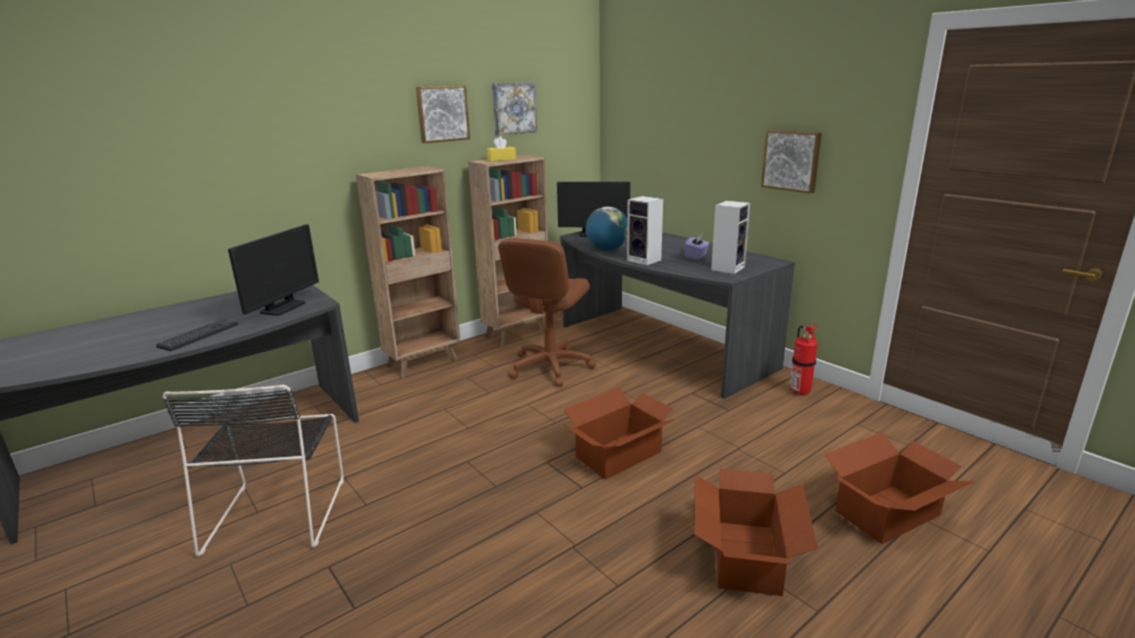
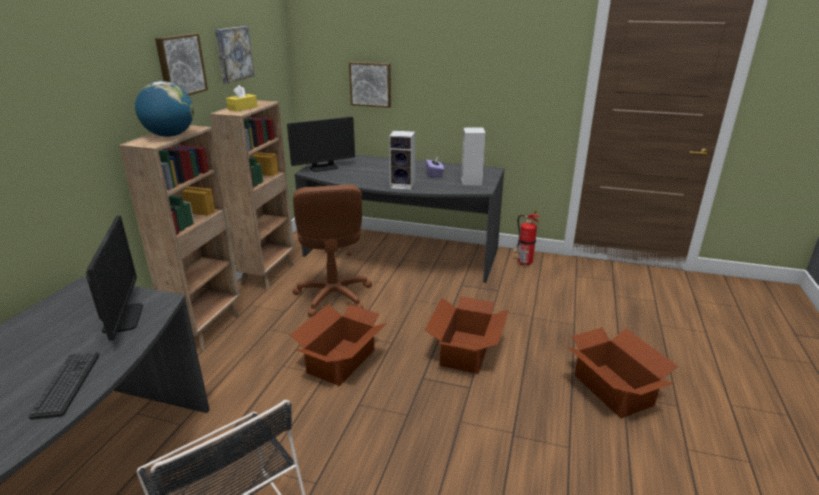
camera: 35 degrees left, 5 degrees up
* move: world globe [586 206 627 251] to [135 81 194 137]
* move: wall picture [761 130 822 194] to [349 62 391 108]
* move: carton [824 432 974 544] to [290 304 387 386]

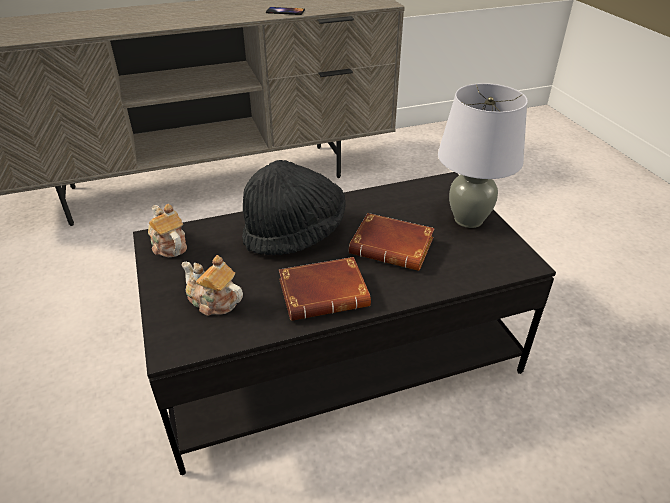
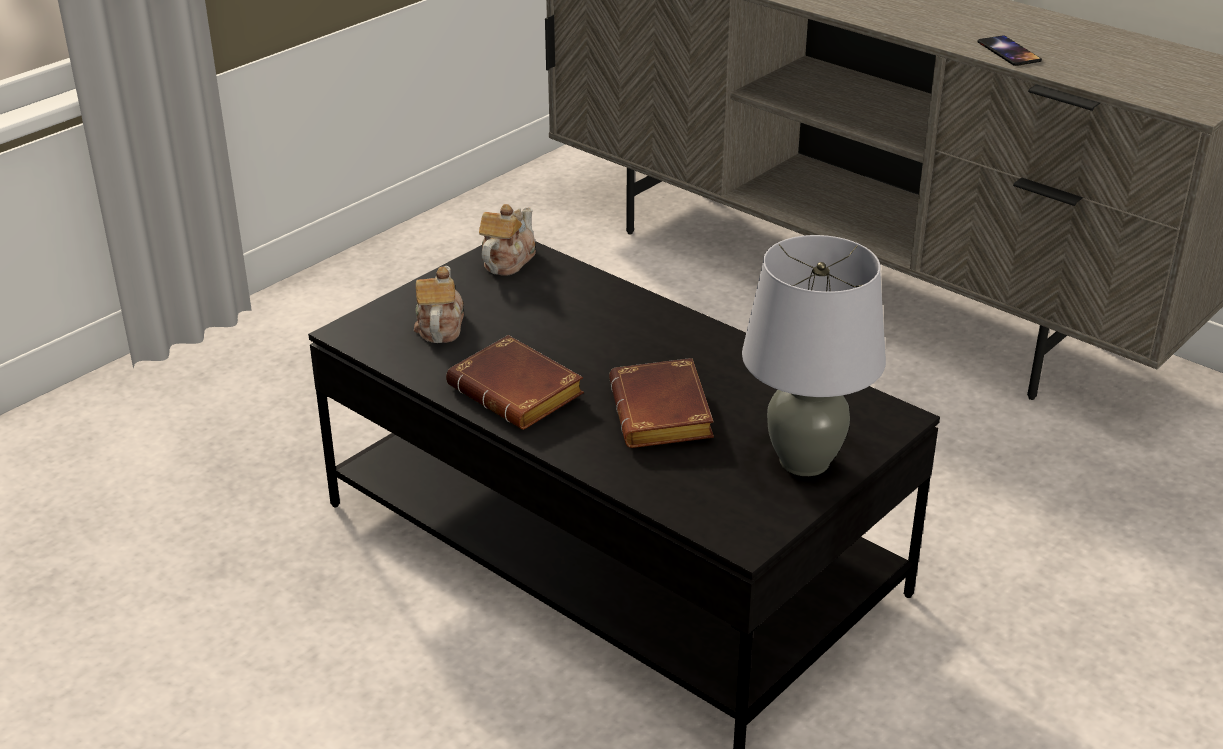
camera: 60 degrees right, 5 degrees down
* delete: clothing hat/black-coloured [242 160 346 255]

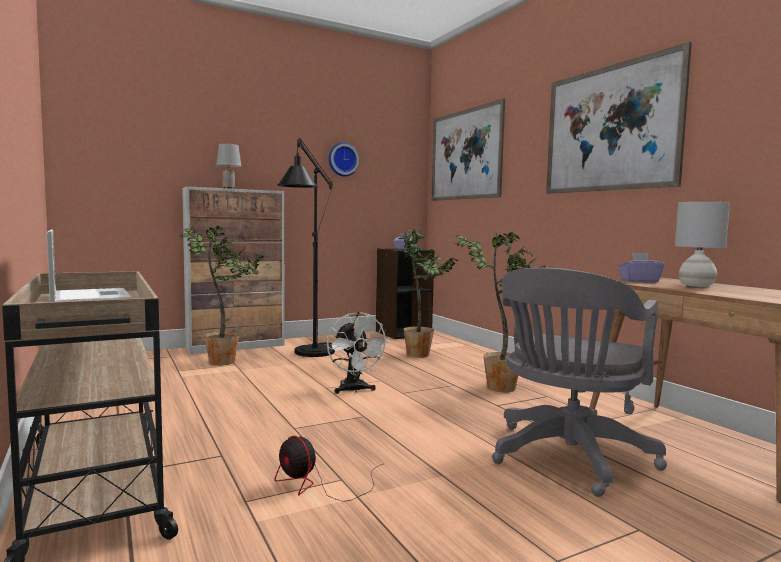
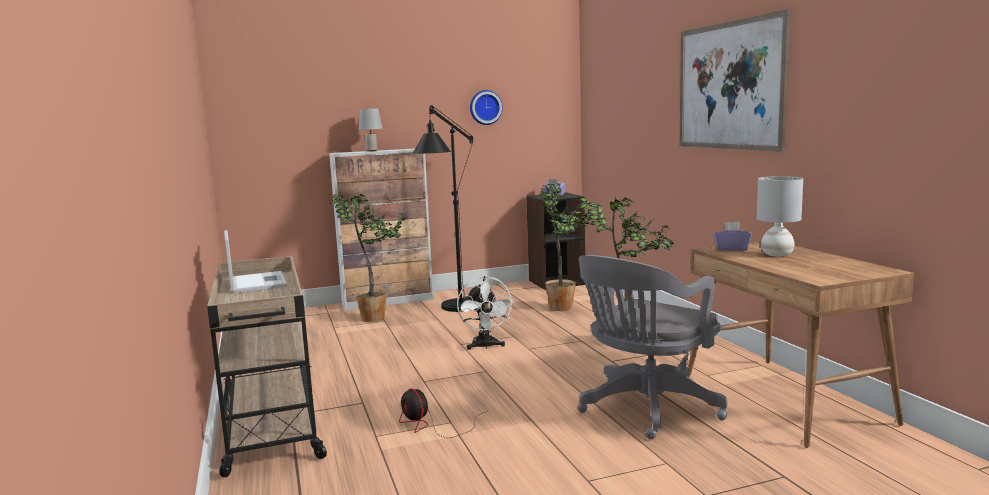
camera: 10 degrees right, 5 degrees up
* delete: wall picture [431 98 505 201]

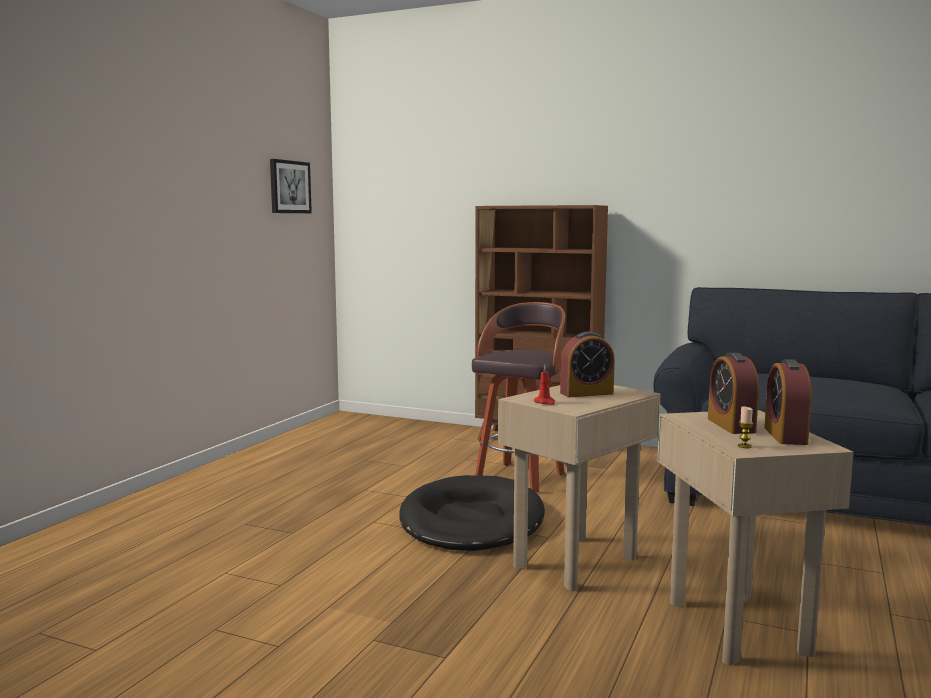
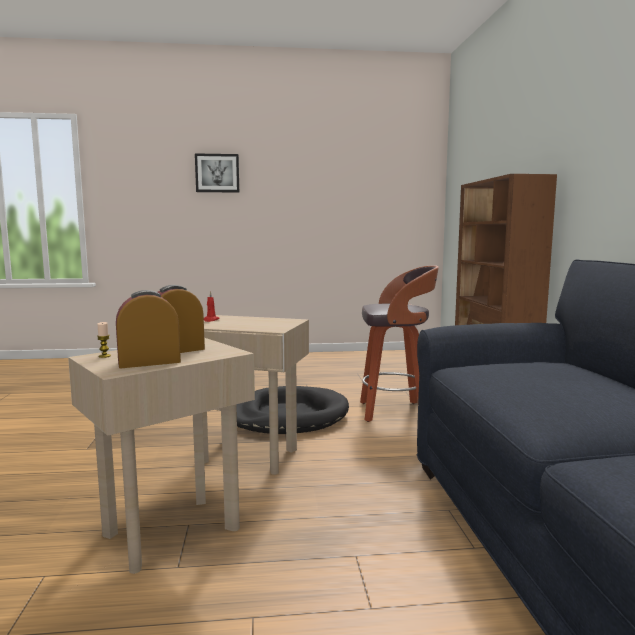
camera: 60 degrees right, 0 degrees up
* delete: table clock [560 332 615 397]
* move: wall picture [270 159 312 213] to [195 153 239 192]

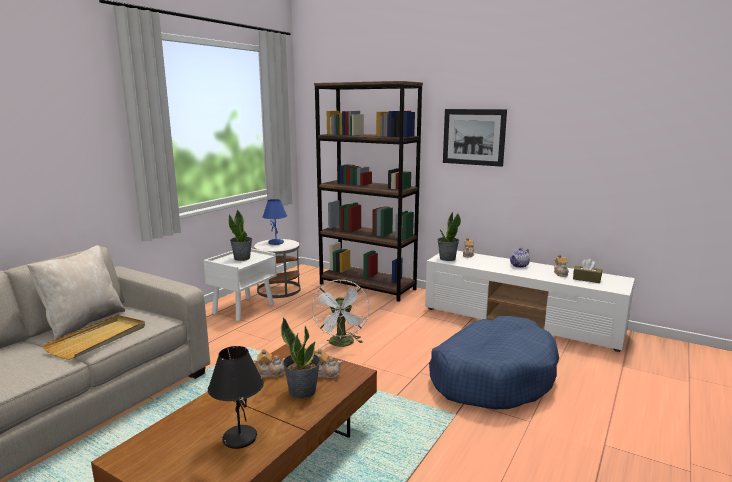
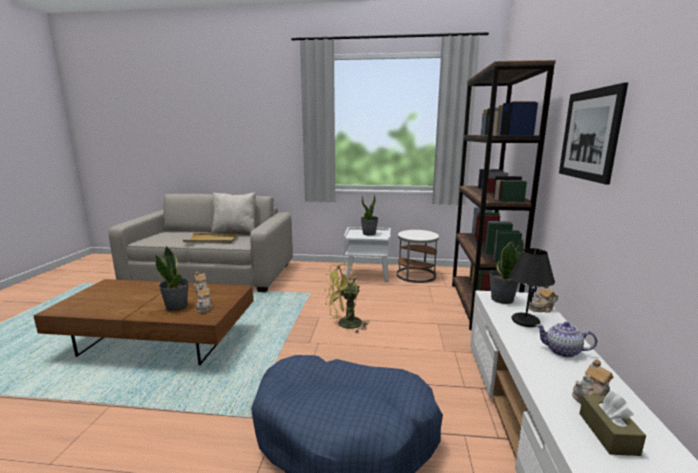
camera: 65 degrees right, 0 degrees up
* delete: tabletop lamp/blue [263 199 287 245]
* move: tabletop lamp/black-coloured [208 346 264 449] to [509 248 555 327]
* recolor: fan/whitish [312 279 370 347] to fan/yellowish [323 263 370 333]

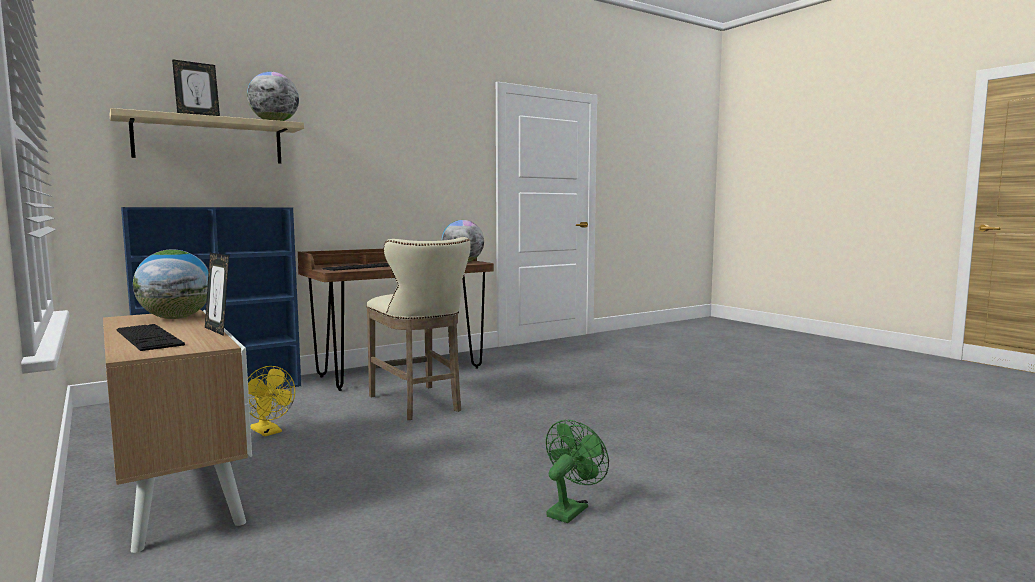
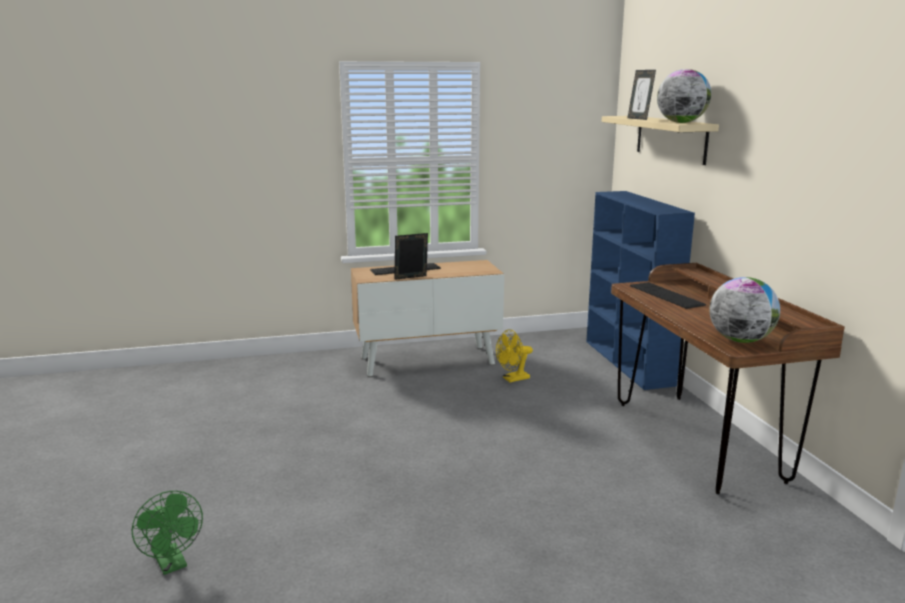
camera: 110 degrees right, 10 degrees up
* delete: world globe [133 249 209 319]
* delete: sitting stool/sand-coloured [366 237 470 420]
* move: fan/greenish [546 420 609 523] to [132 491 203 575]

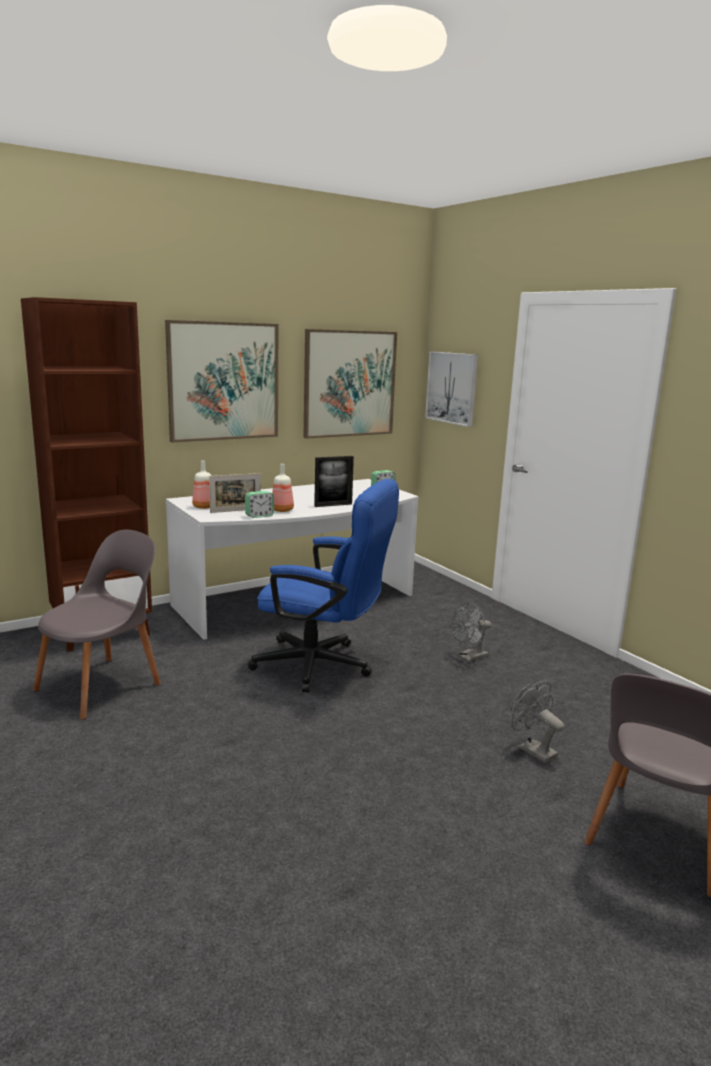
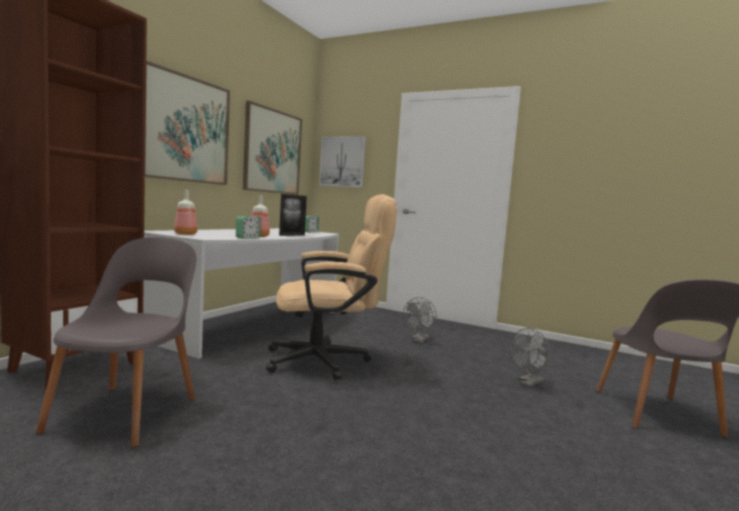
camera: 30 degrees left, 10 degrees down
* delete: photo frame [209 473 261 513]
* recolor: desk chair/blue [248 479 399 693] to desk chair/sand-coloured [266 194 397 380]
* rotate: fan/gray [510 681 565 763] = [509 328 550 387] 60 degrees counterclockwise

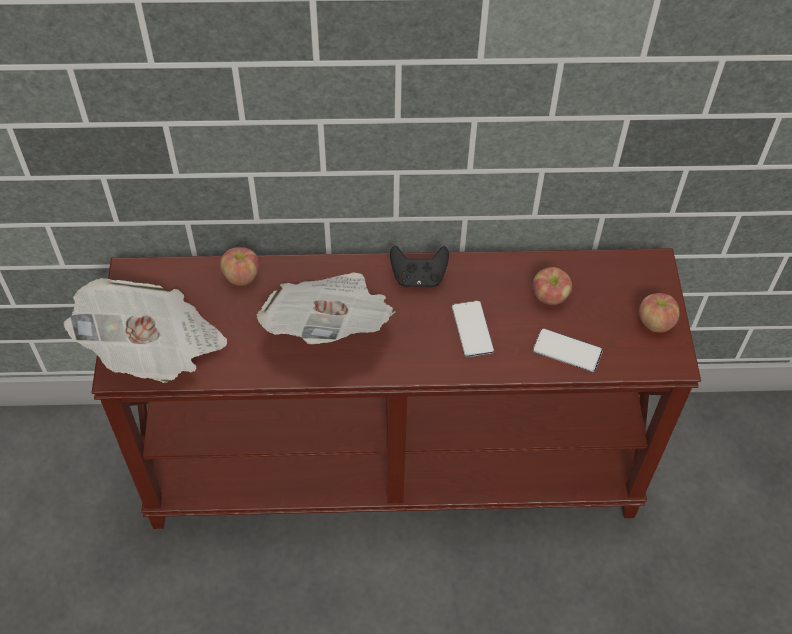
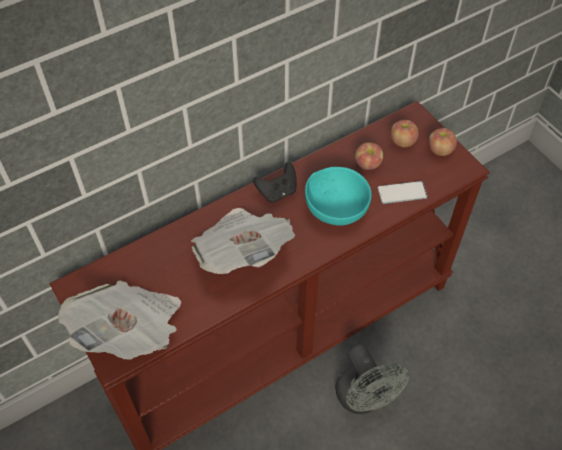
camera: 30 degrees left, 0 degrees up
* insert: fan/gray [335 345 409 414]
* move: apple fruit [220 247 259 286] to [390 120 419 147]
* replace: handset [452 300 494 357] to bowl/blue-green [305 167 371 226]

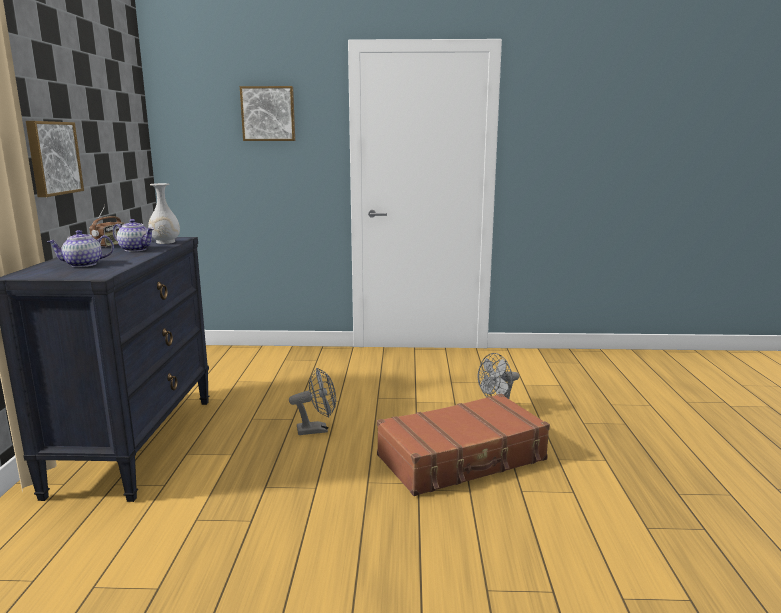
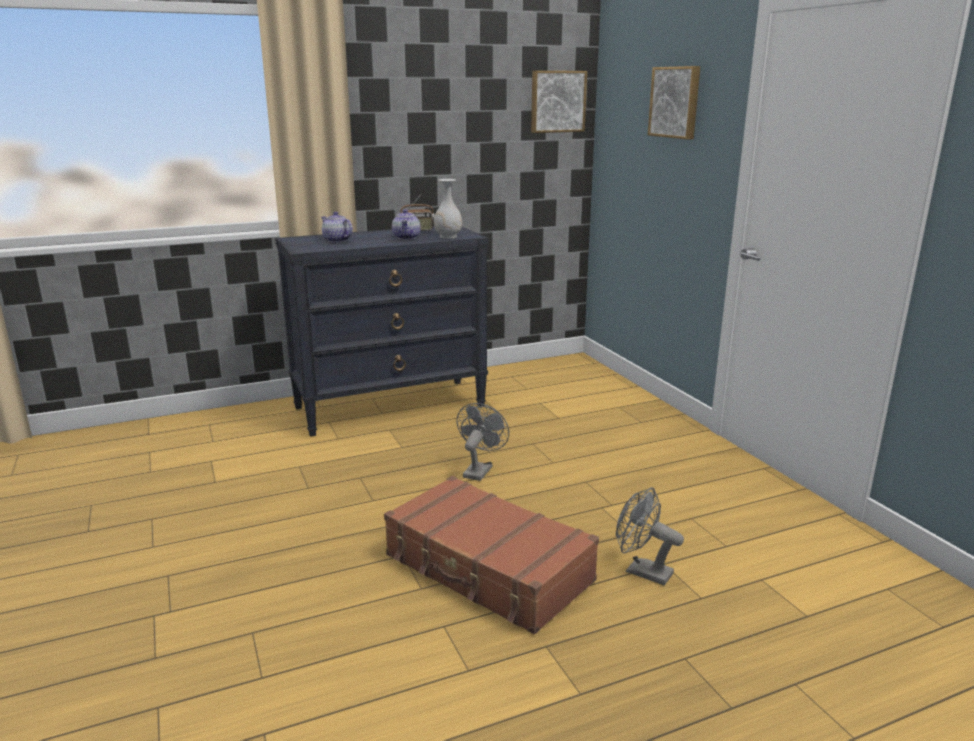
camera: 65 degrees right, 5 degrees up
* move: wall picture [26 121 84 197] to [531 71 587 133]
* rotate: fan/gray [289 368 336 435] = [457 403 509 481] 120 degrees counterclockwise

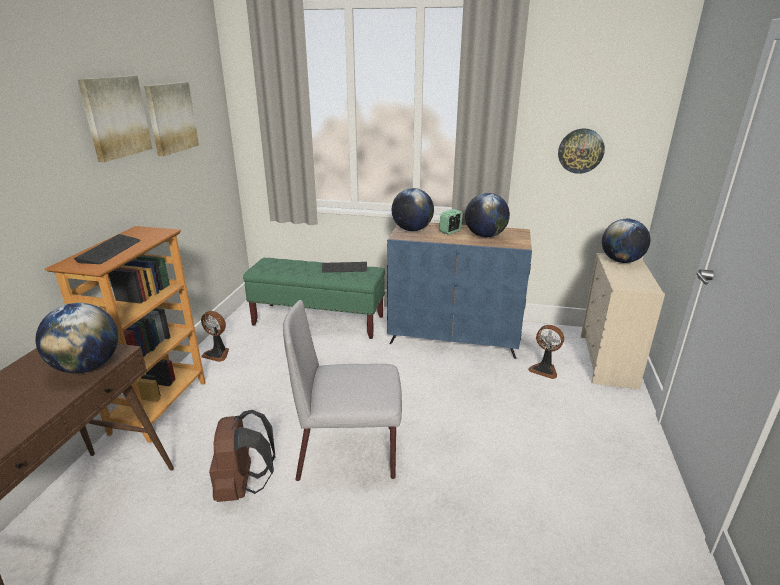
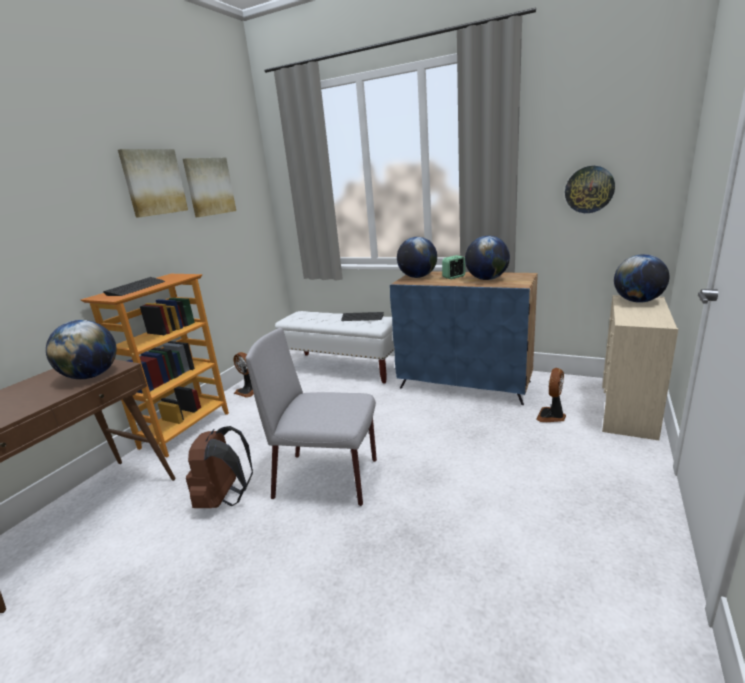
camera: 15 degrees right, 5 degrees down
* recolor: bench/greenish [243 258 385 339] to bench/whitish [275 311 394 384]
* rotate: fan [528 325 564 379] = [536 368 566 422] 75 degrees clockwise

